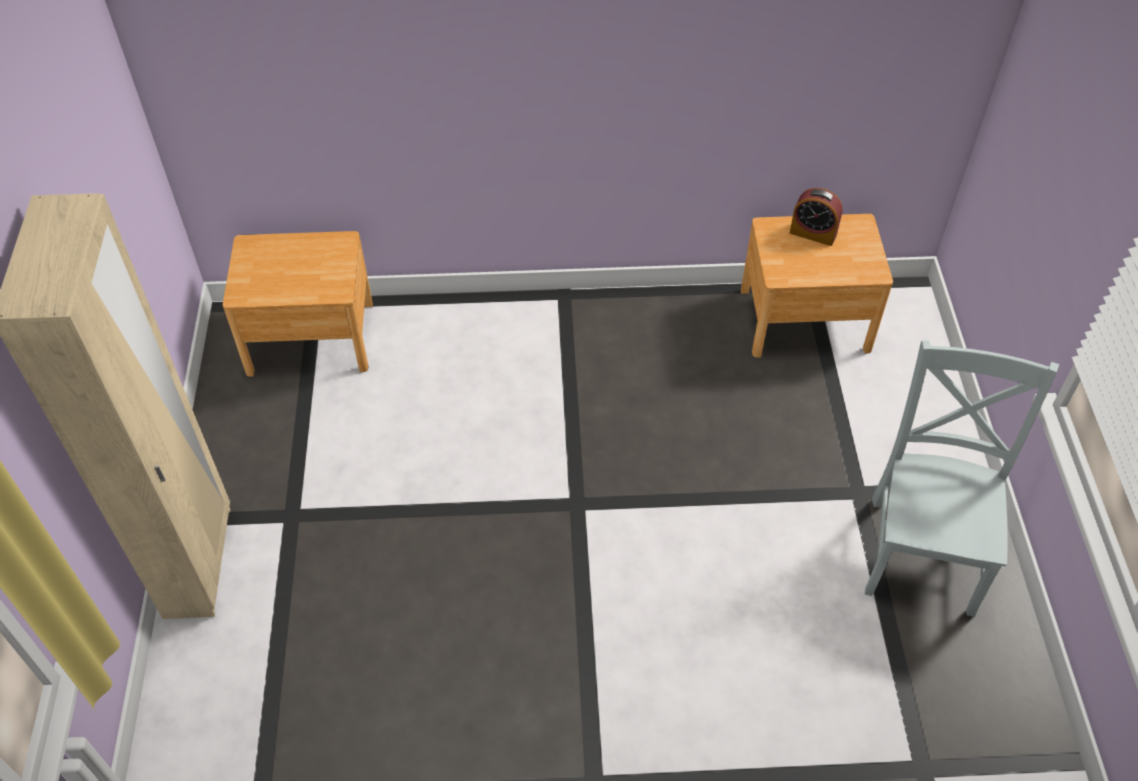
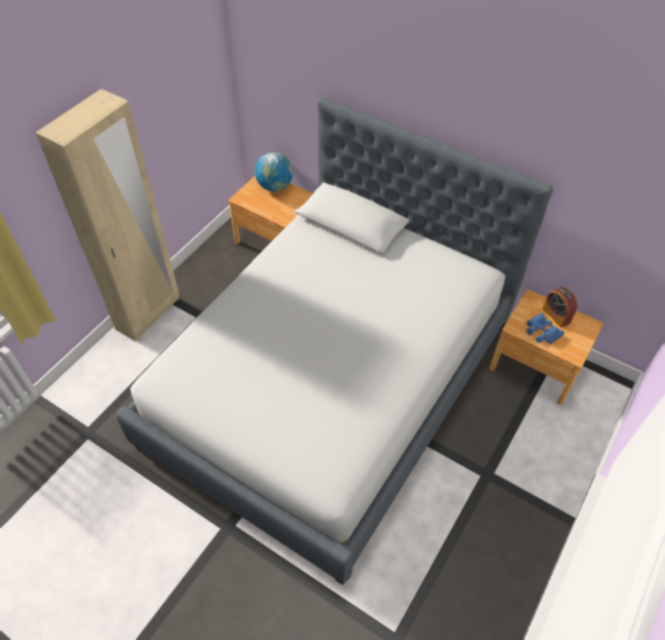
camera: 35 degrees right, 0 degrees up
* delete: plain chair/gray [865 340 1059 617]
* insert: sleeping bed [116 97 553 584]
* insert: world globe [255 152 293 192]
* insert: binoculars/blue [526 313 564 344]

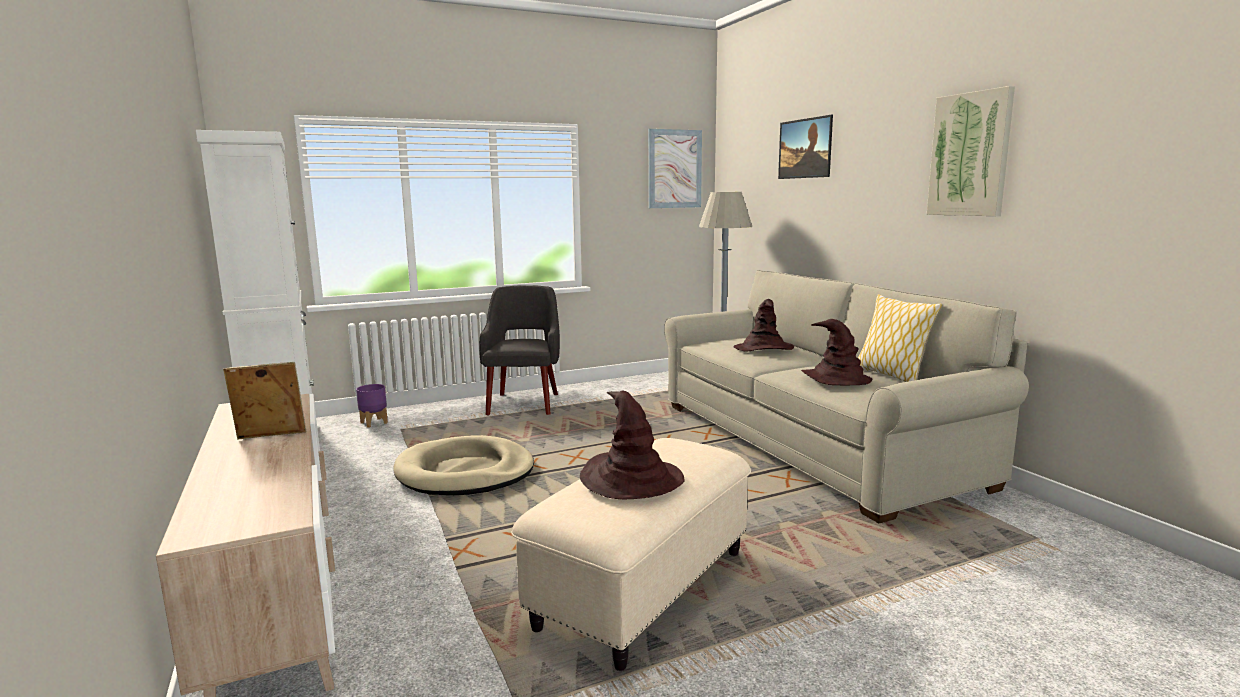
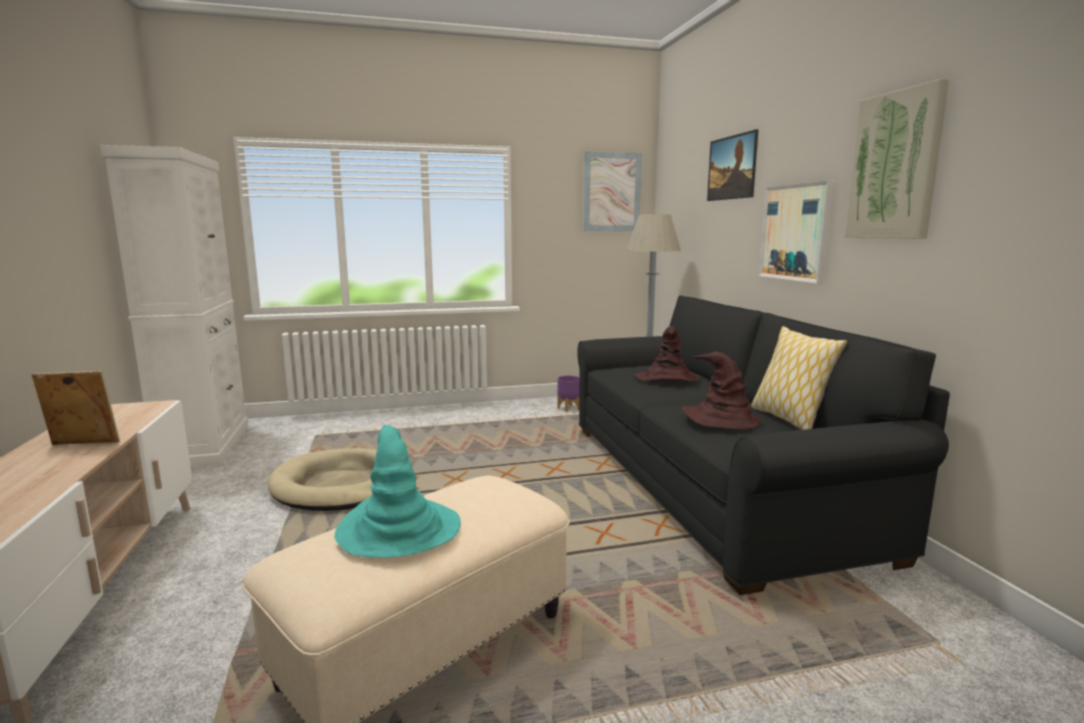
camera: 10 degrees right, 0 degrees up
* delete: easy chair/gray [479 285 560 416]
* insert: wall picture [759 180 834 284]
* move: plant pot/purplish [356 384 388 428] to [557 375 579 412]
* recolor: clothing hat/brown [580 391 685 499] to clothing hat/blue-green [334 425 461 558]
* recolor: settee/sand-coloured [664 270 1029 523] to settee/black-coloured [577 295 950 595]

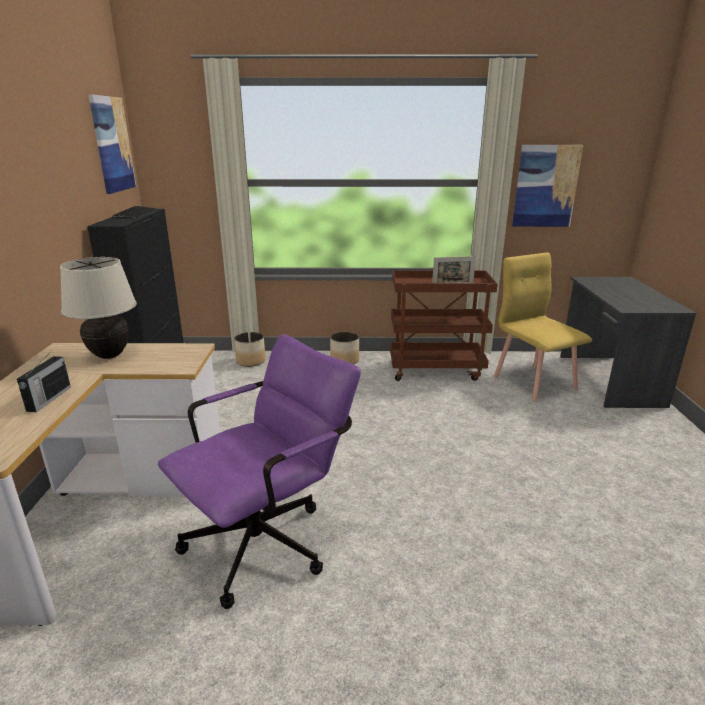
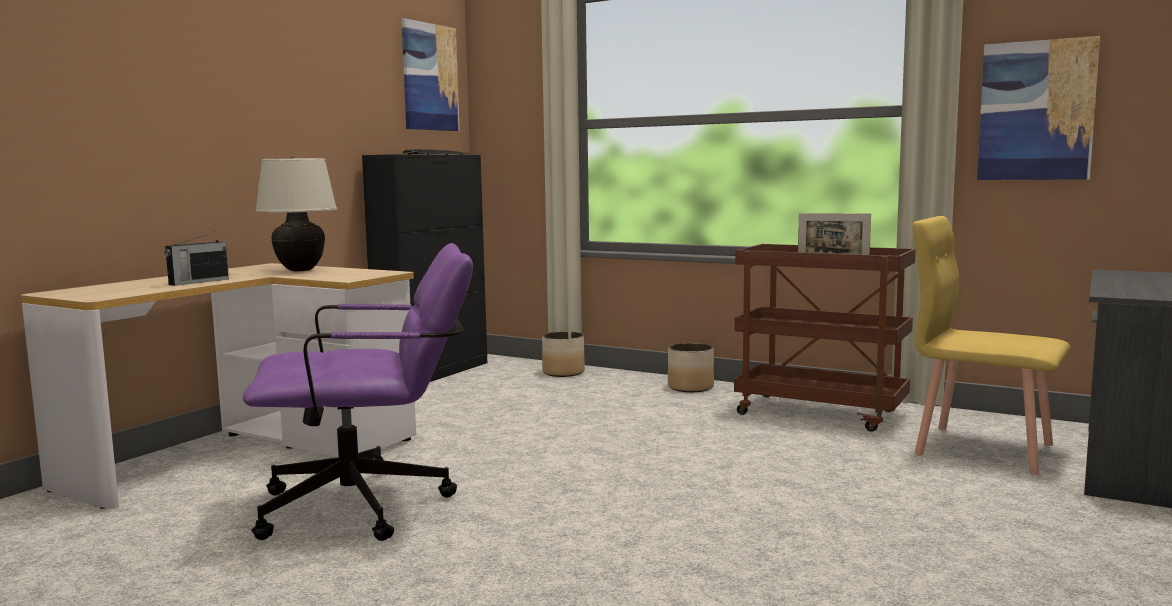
camera: 30 degrees right, 15 degrees down
* rotate: plain chair/yellowish [494 252 592 402] = [913 216 1071 475] 60 degrees counterclockwise

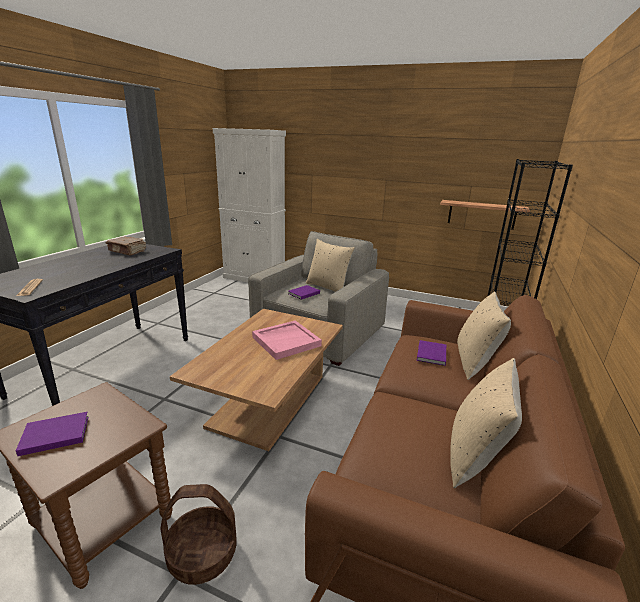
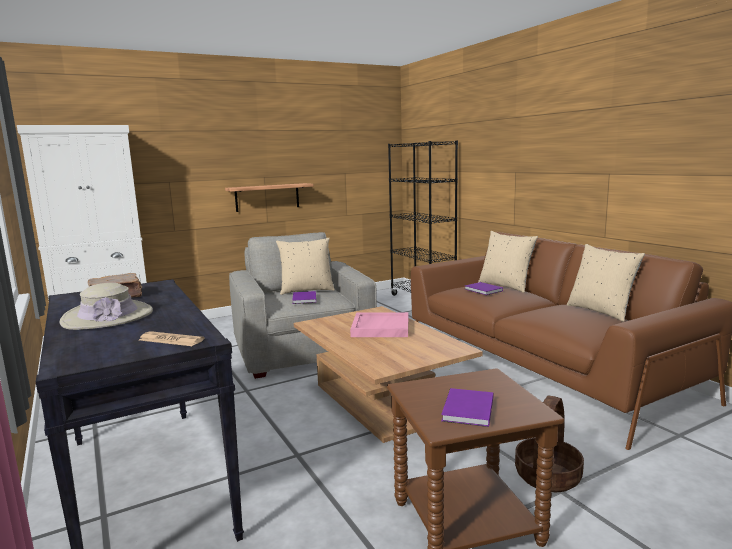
camera: 50 degrees left, 10 degrees down
* insert: clothing hat/sand-coloured [59 283 153 330]
* move: shelf [440 200 530 230] to [225 183 314 212]

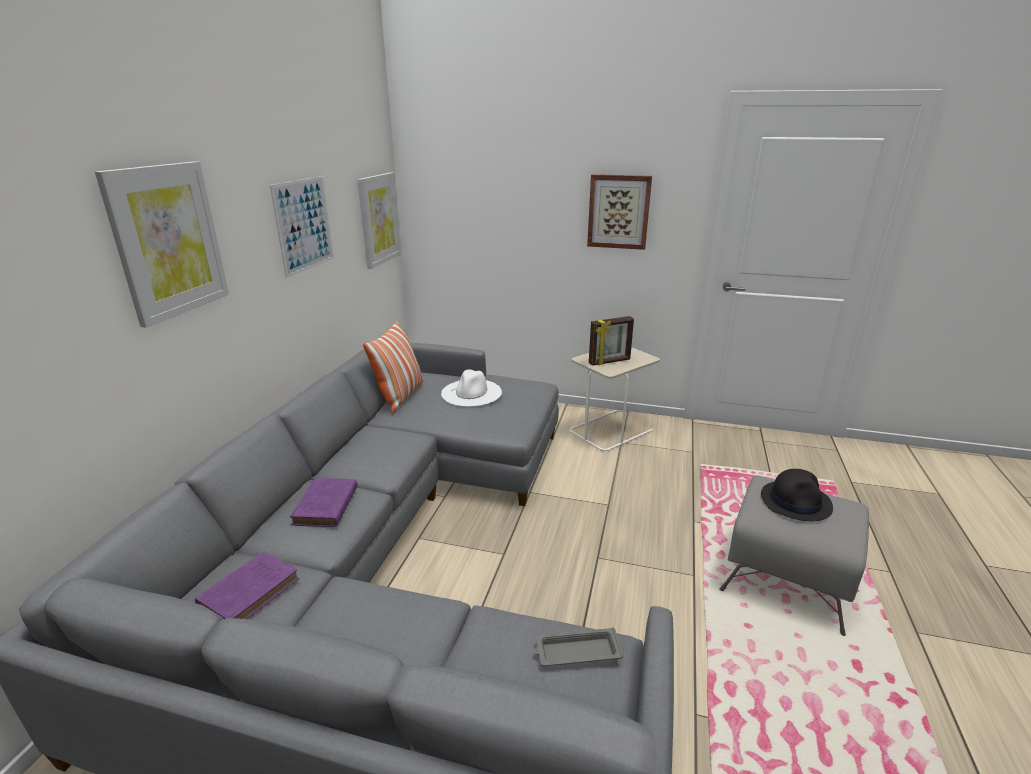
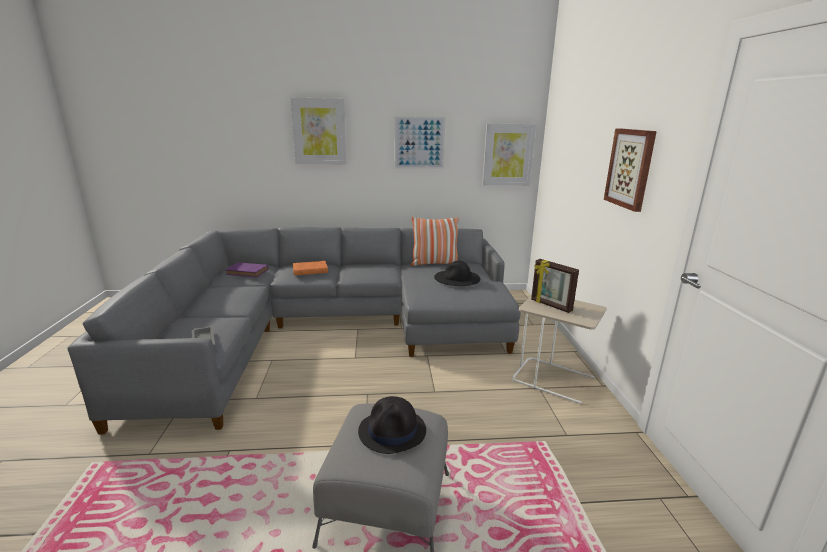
camera: 70 degrees right, 5 degrees down
* recolor: book/purplish [290 478 358 527] to book/orange-coloured [293 261 328 276]
* recolor: clothing hat/whitish [441 369 502 407] to clothing hat/black-coloured [434 260 480 286]

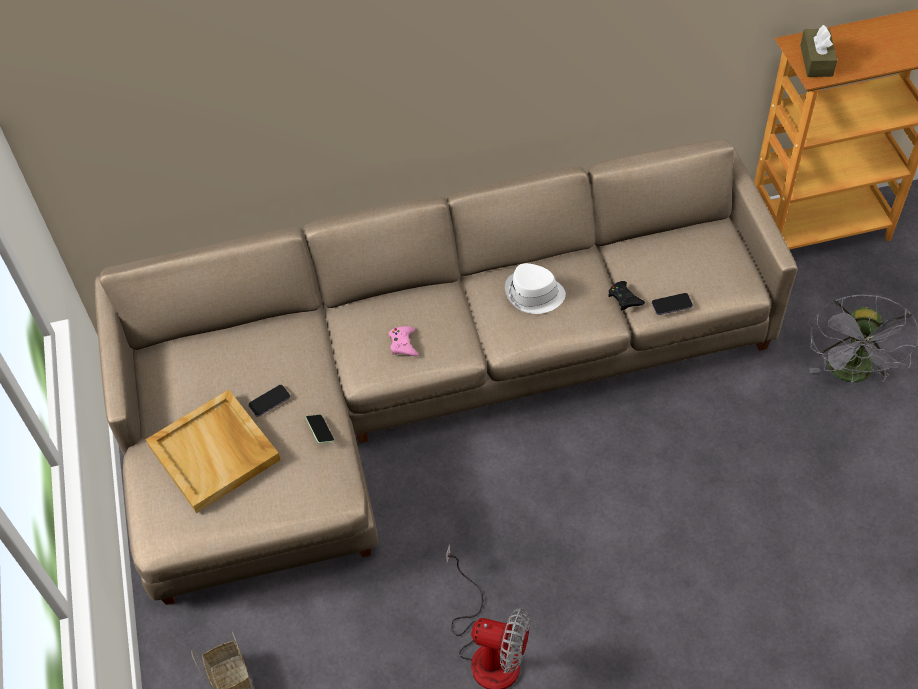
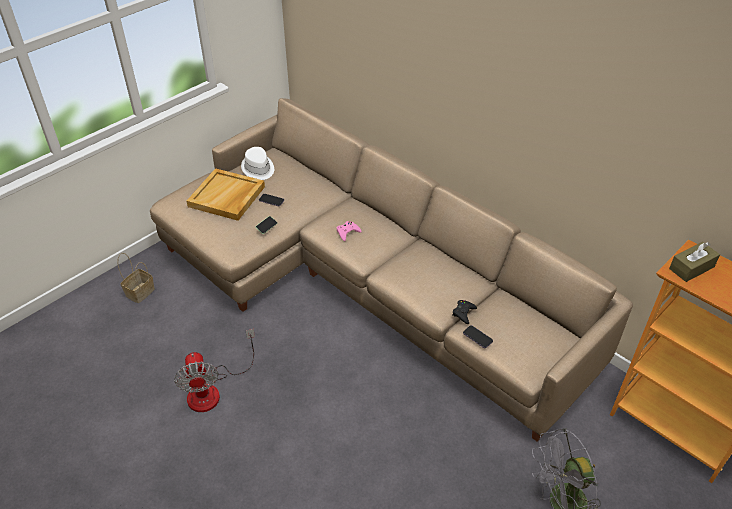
camera: 55 degrees right, 10 degrees down
* move: clothing hat/whitish [505 263 566 314] to [241 147 274 180]

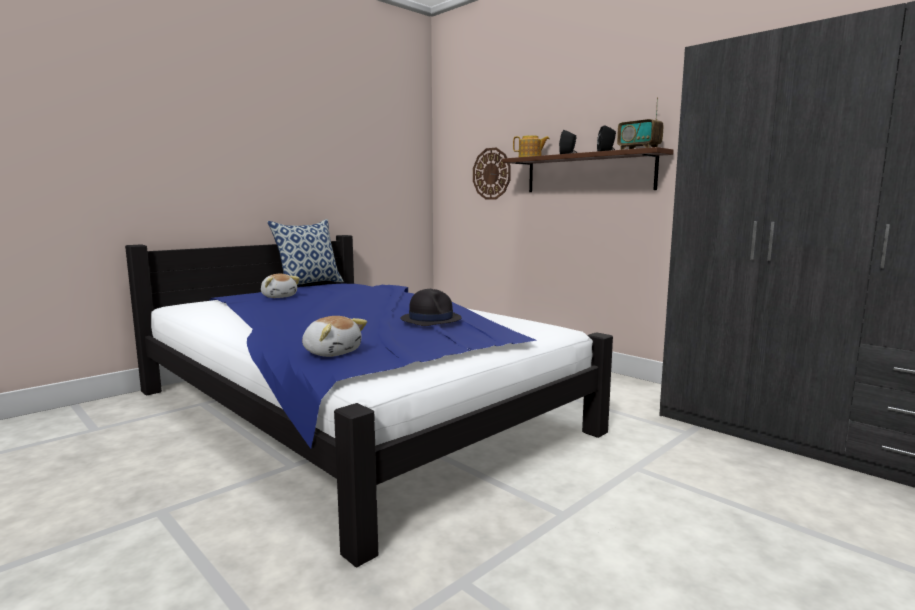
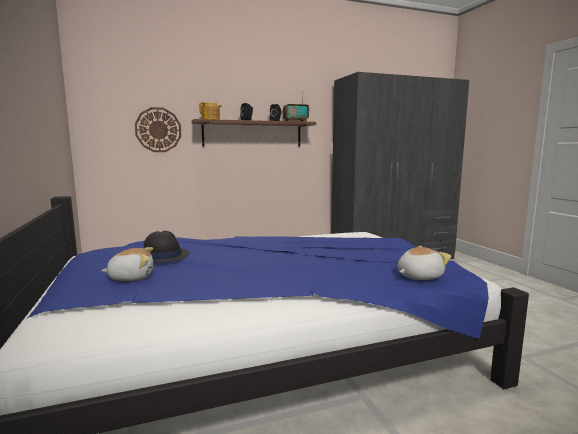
camera: 65 degrees left, 0 degrees up
* delete: pillow [267 219 344 285]
* move: clothing hat/black-coloured [400 289 462 326] to [144 231 190 262]

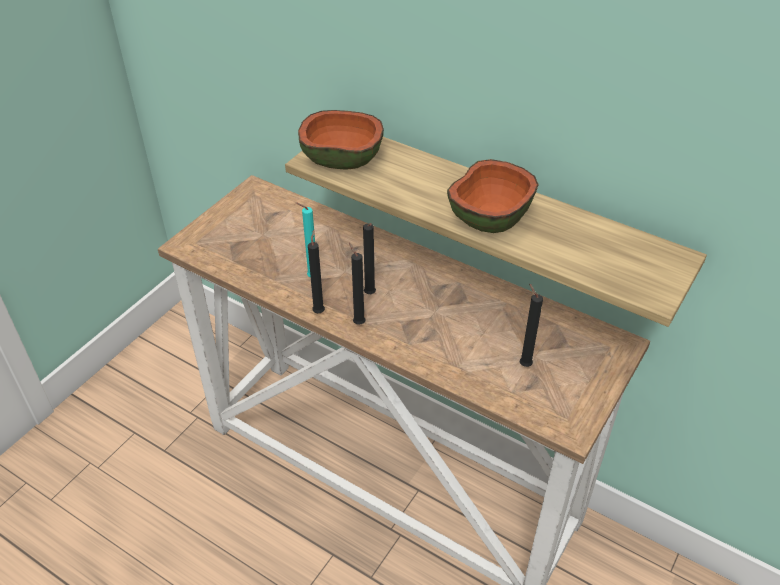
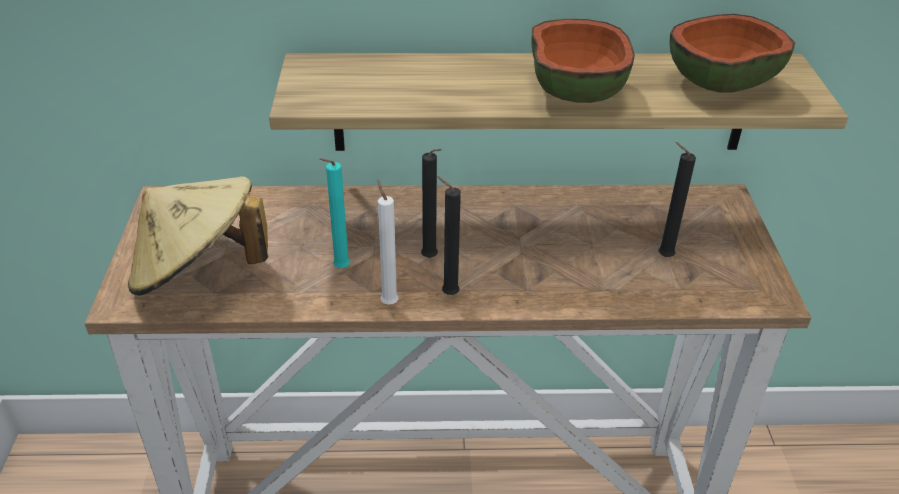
camera: 35 degrees left, 5 degrees down
* insert: clothing hat/sand-coloured [128 177 268 296]
* move: bowl [298 110 384 170] to [669 14 795 93]
* recolor: wax candle/black-coloured [308 230 325 313] to wax candle/whitish [377 179 398 305]

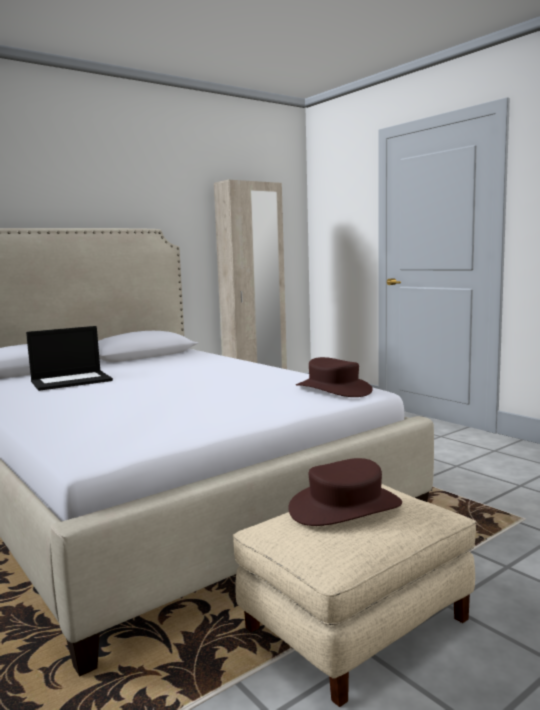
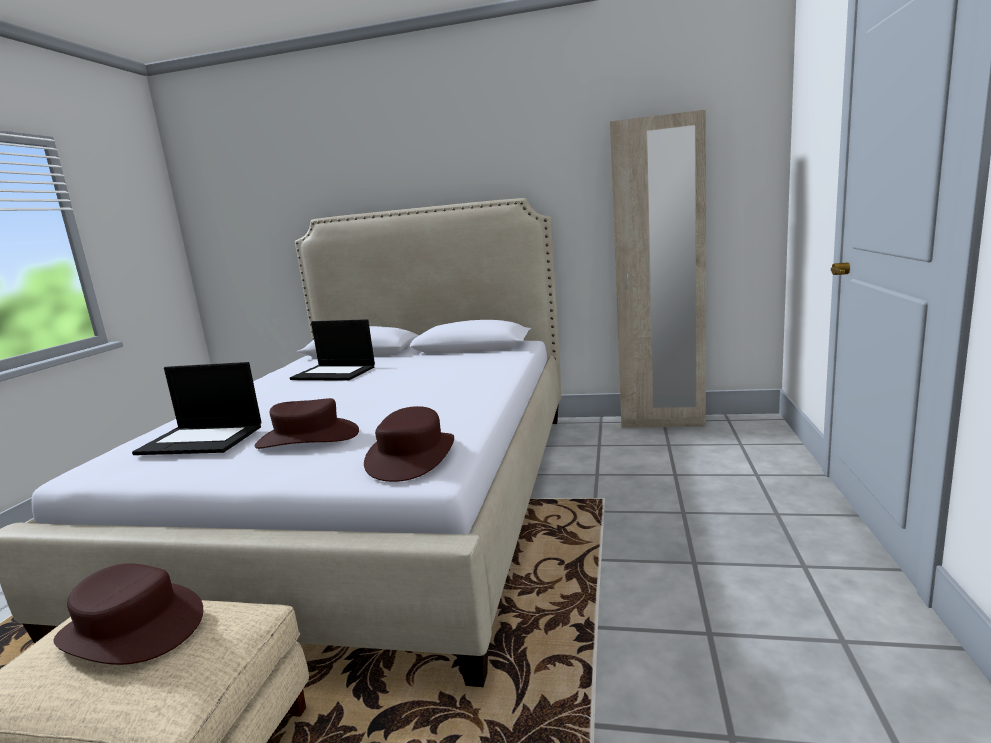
camera: 50 degrees right, 5 degrees up
* insert: portable computer [132 362 262 455]
* insert: clothing hat/brown [255 398 359 449]

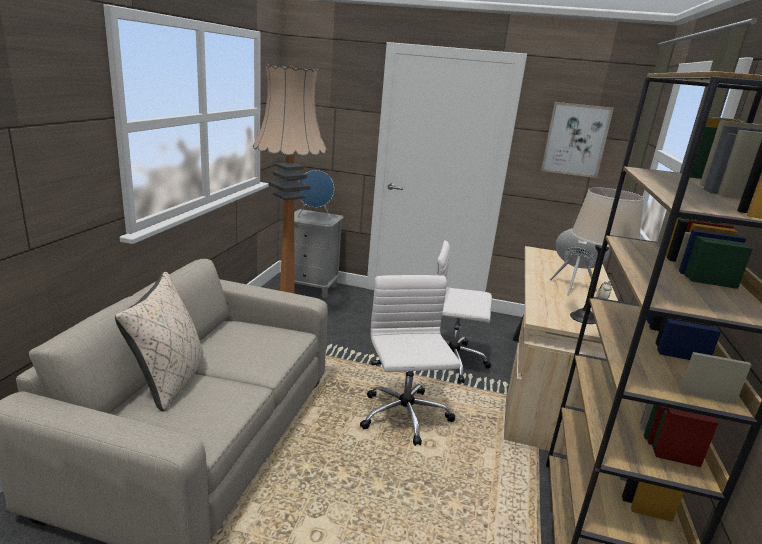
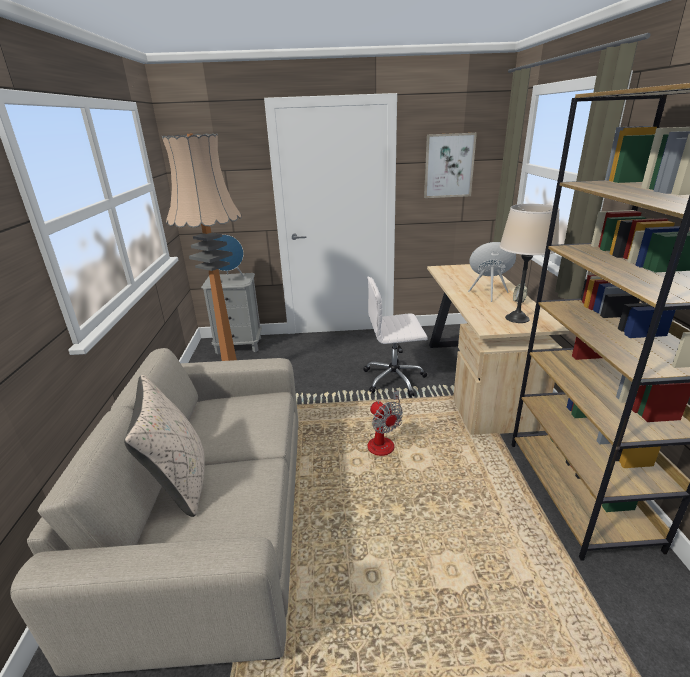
camera: 15 degrees left, 5 degrees up
* replace: desk chair/whitish [360 275 461 446] to fan [368 390 403 456]

